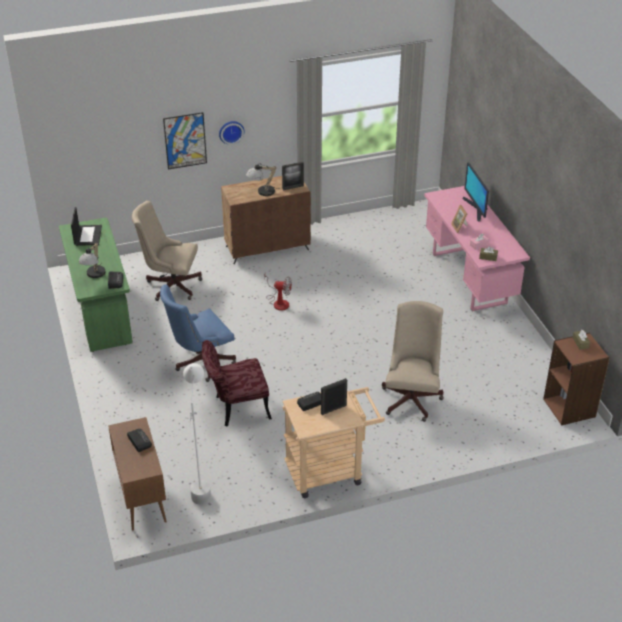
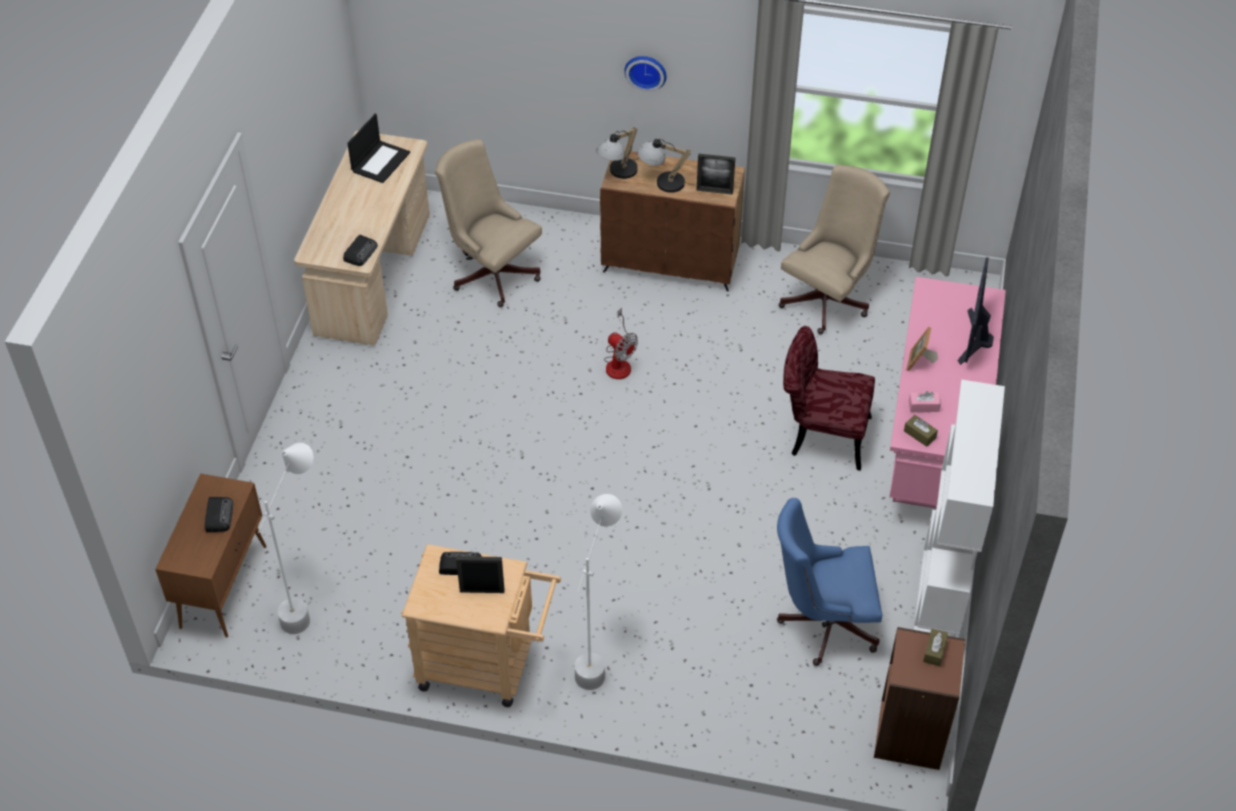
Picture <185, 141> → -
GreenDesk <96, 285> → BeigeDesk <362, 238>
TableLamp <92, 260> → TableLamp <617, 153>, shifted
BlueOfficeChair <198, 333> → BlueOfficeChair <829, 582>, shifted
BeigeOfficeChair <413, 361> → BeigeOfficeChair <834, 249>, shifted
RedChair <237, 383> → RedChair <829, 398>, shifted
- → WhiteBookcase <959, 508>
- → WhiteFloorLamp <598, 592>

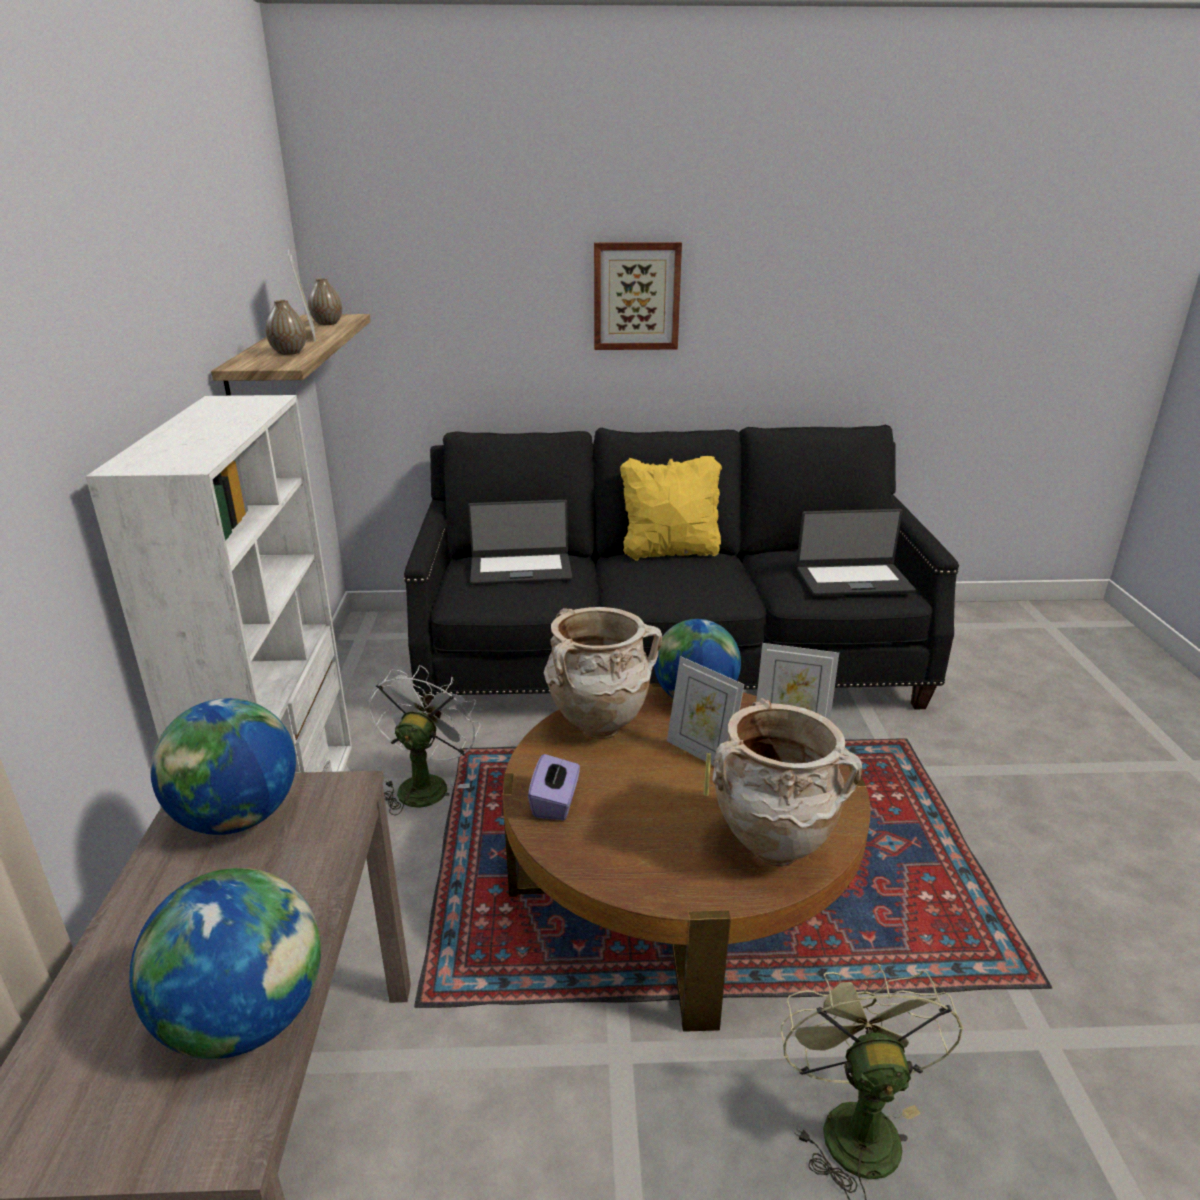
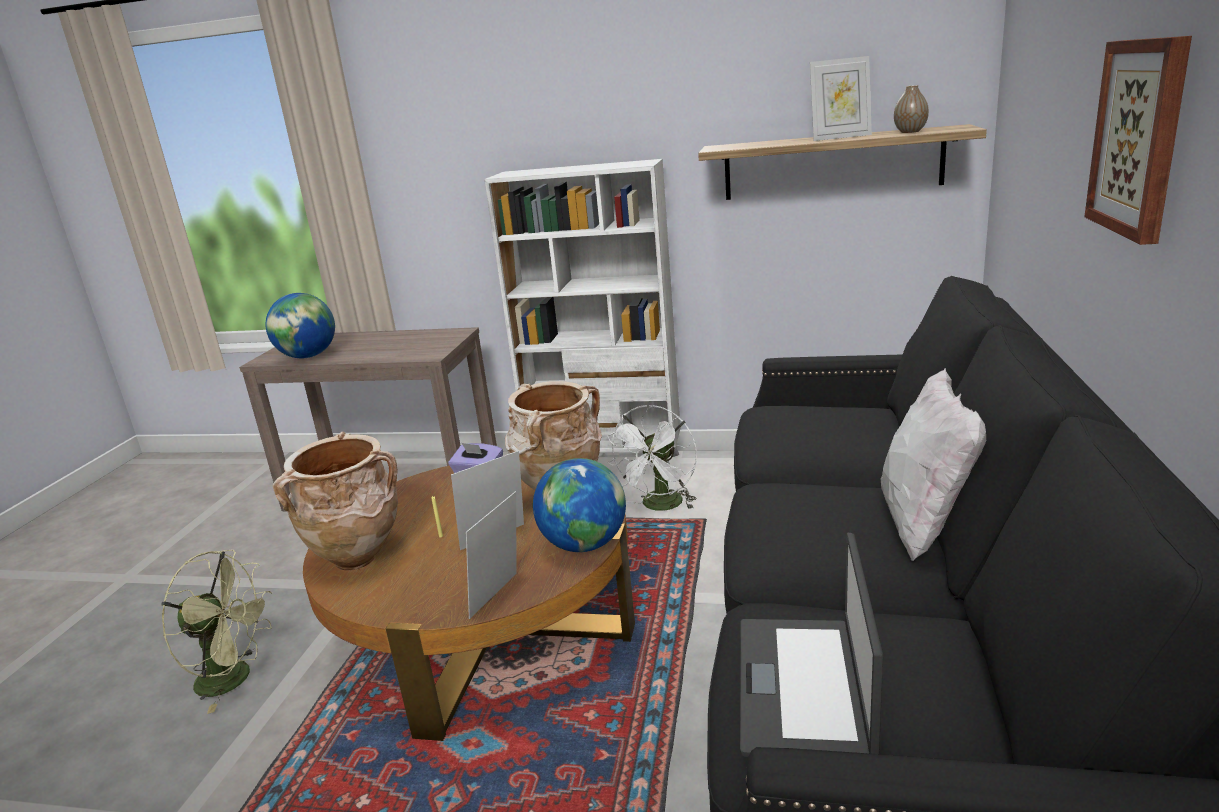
Vase <286, 327> → -
YellowPillow <671, 508> → WhitePillow <933, 464>
Laptop <520, 542> → -
WhiteFan <424, 740> → WhiteFan <652, 458>, 90 degrees clockwise
Globe <223, 766> → -

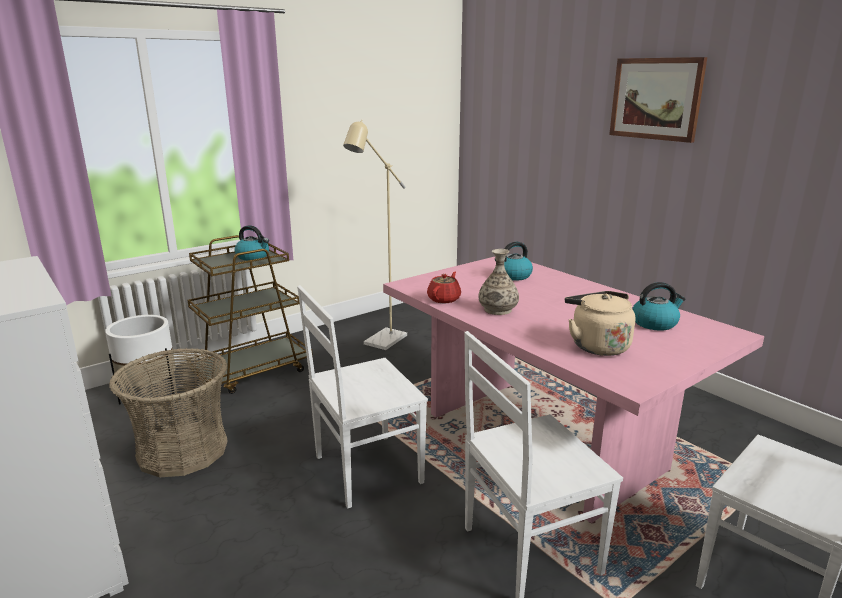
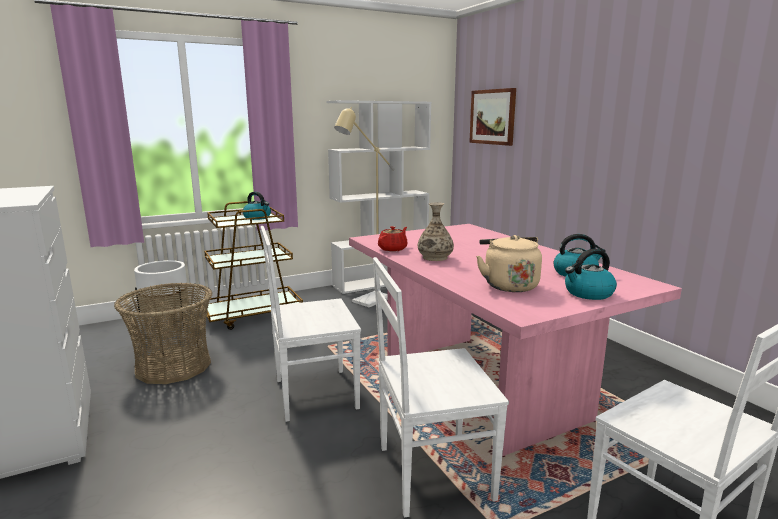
Picture <658, 100> → Picture <492, 117>, shifted
Kettle <514, 261> → Kettle <591, 274>, shifted
- → WhiteBookcase <378, 197>

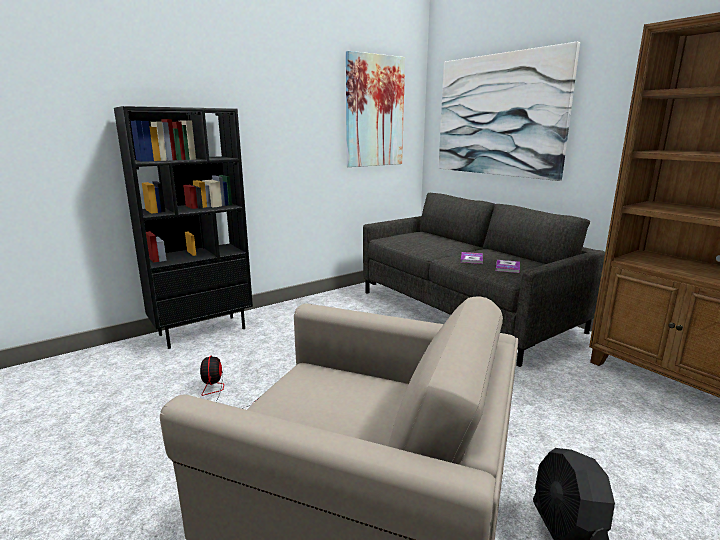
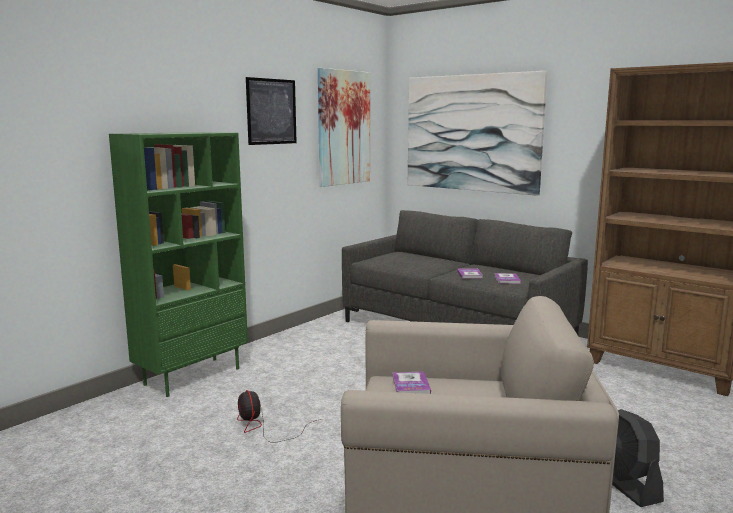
BlackBookcase <183, 227> → GreenBookcase <178, 264>
- → Picture <271, 111>
- → Book <411, 383>

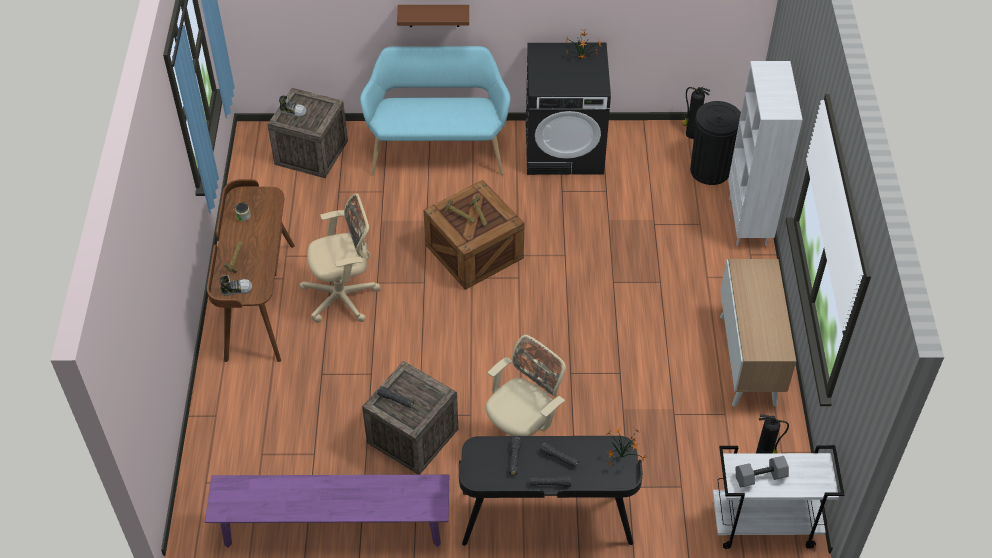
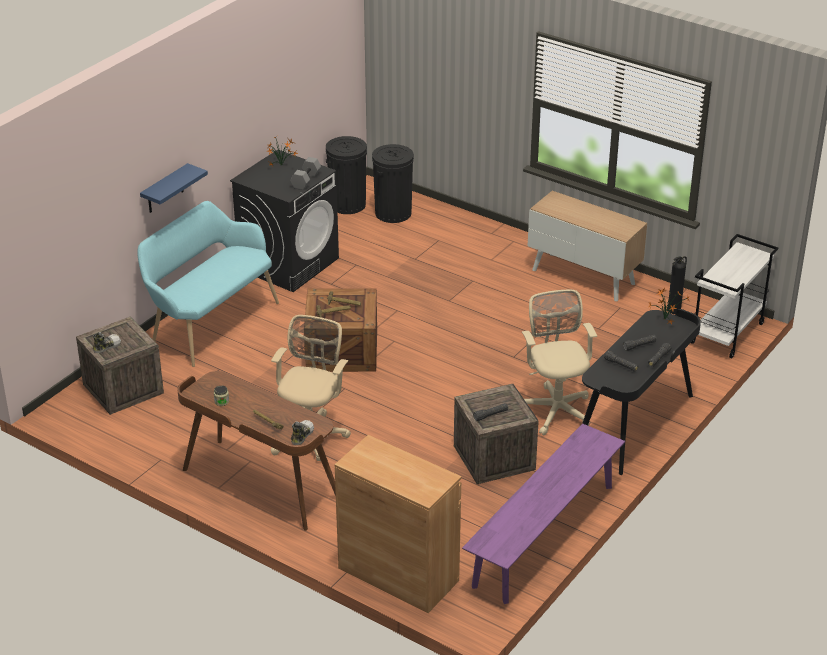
BrownShelf <433, 16> → BlueShelf <174, 188>
WhiteBookcase <765, 153> → -
FireExtinguisher <696, 112> → BlackTrashCan <346, 175>
GreyDumbbell <762, 471> → GreyDumbbell <305, 173>, shifted
- → BrownCabinet <398, 524>

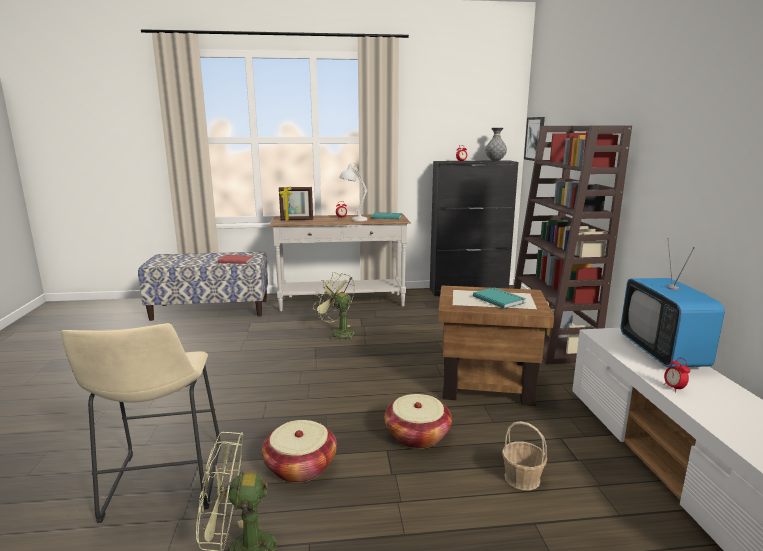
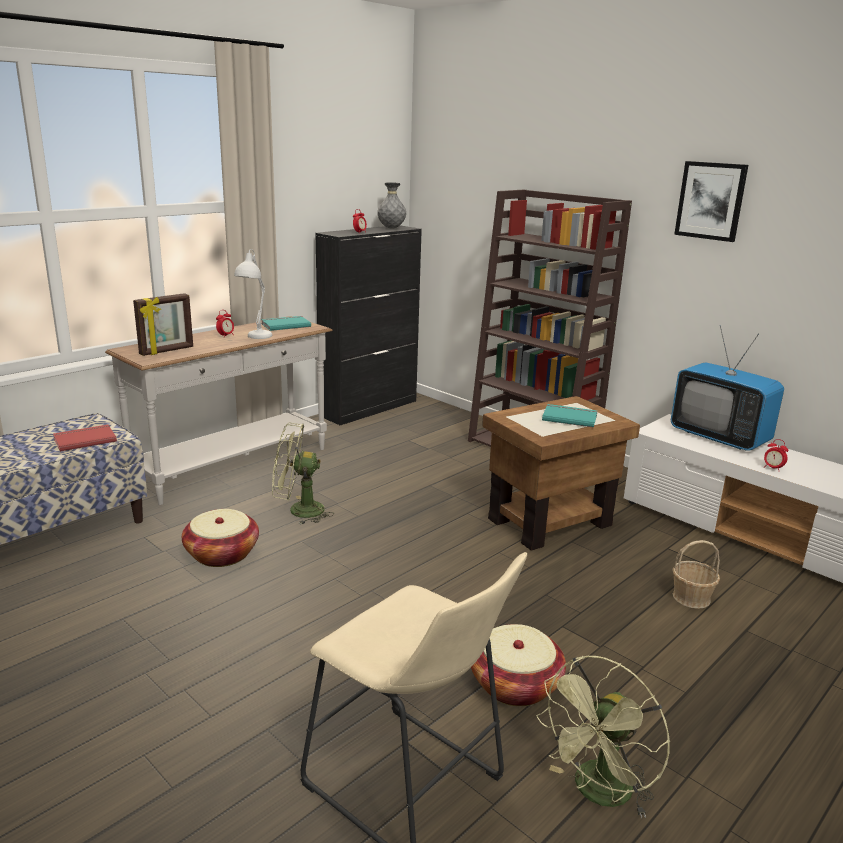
Picture <534, 139> → Picture <711, 201>, shifted
Basket <418, 421> → Basket <220, 538>, shifted

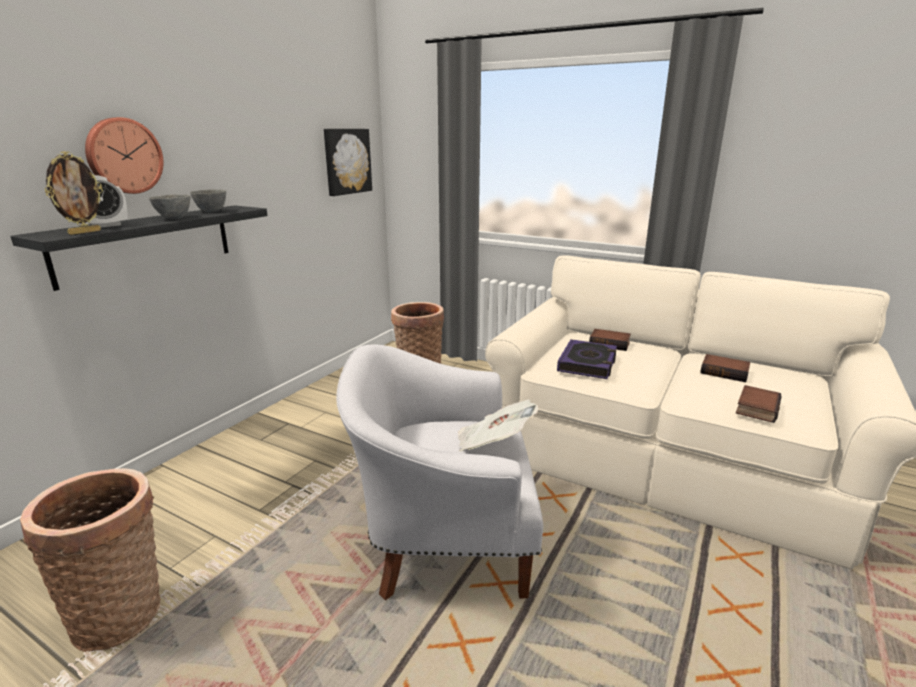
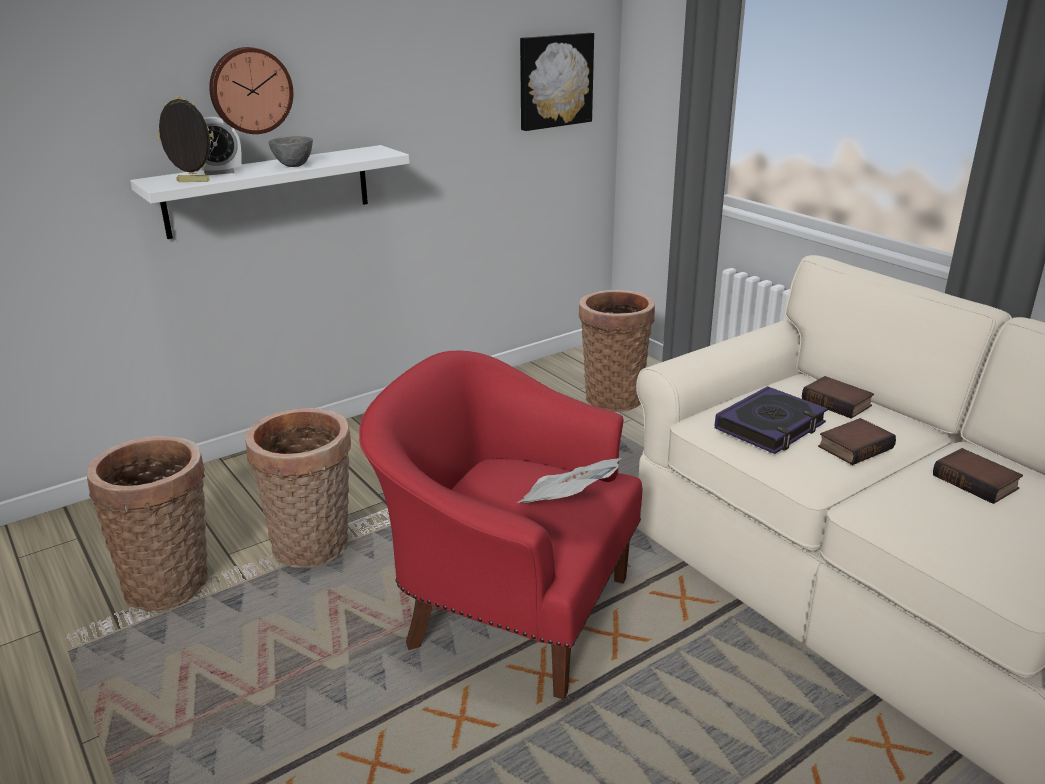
PictureFrame <74, 193> → PictureFrame <185, 138>, 150 degrees counterclockwise
GreyBowl <208, 200> → -
BlackShelf <139, 248> → WhiteShelf <270, 192>
WhiteArmchair <439, 472> → RedArmchair <500, 525>
Book <759, 404> → Book <857, 441>, shifted
- → Basket <298, 488>

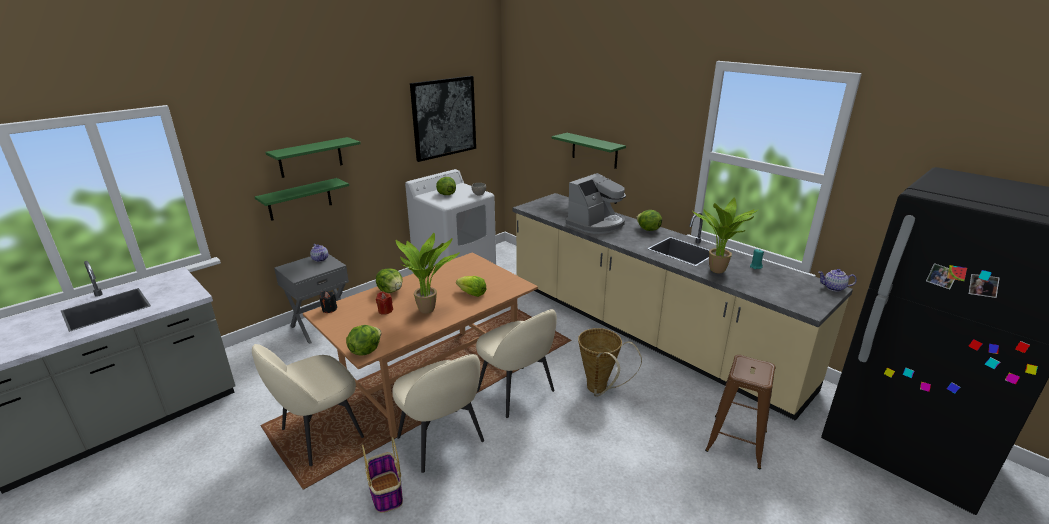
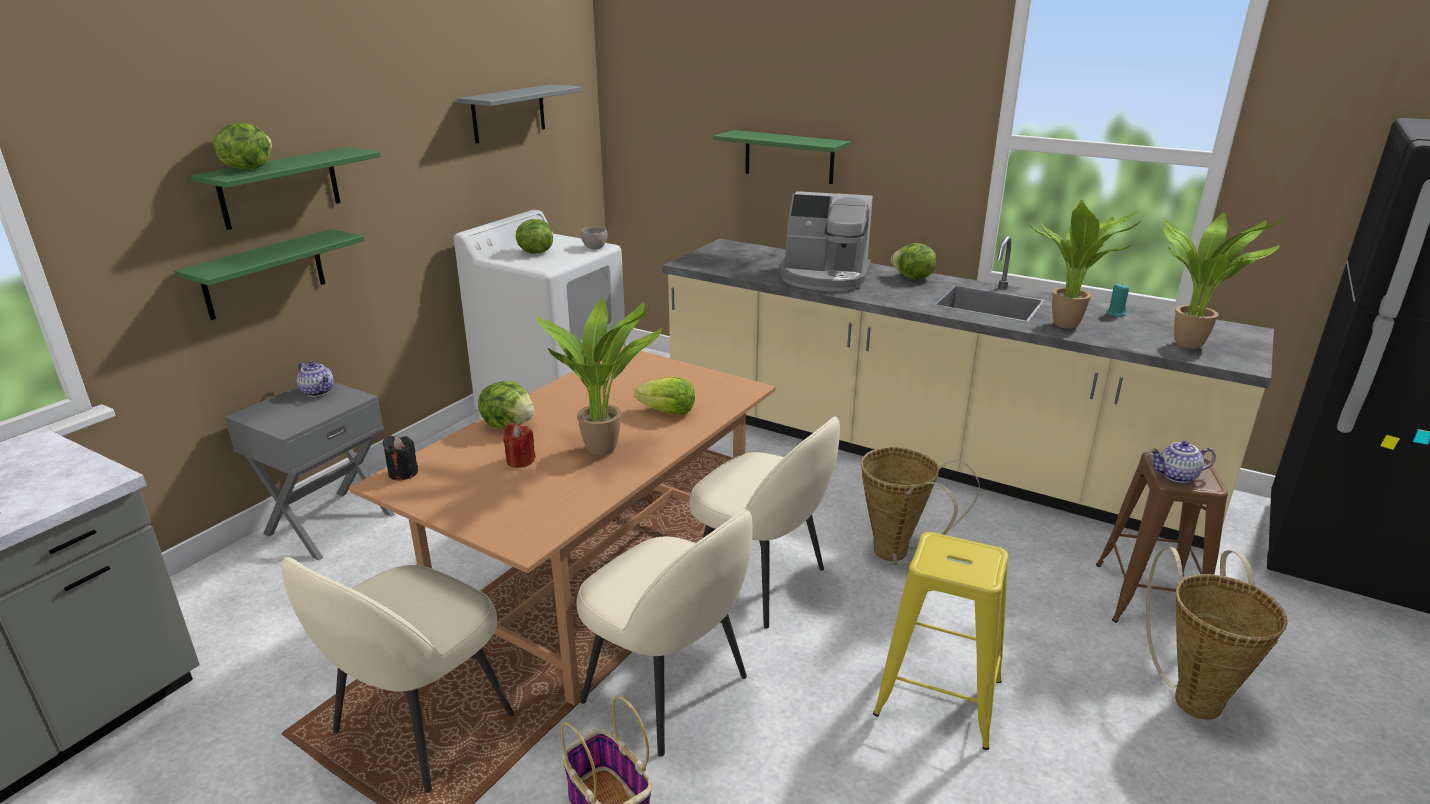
Picture <443, 119> → GreyShelf <520, 113>
CoffeeMachine <596, 203> → CoffeeMachine <826, 241>, 75 degrees clockwise
Teapot <837, 280> → Teapot <1183, 462>, shifted
Lettuce <363, 340> → Lettuce <242, 146>, shifted
- → PottedPlant <1224, 281>
- → YellowStool <941, 641>
- → Basket <1217, 633>

